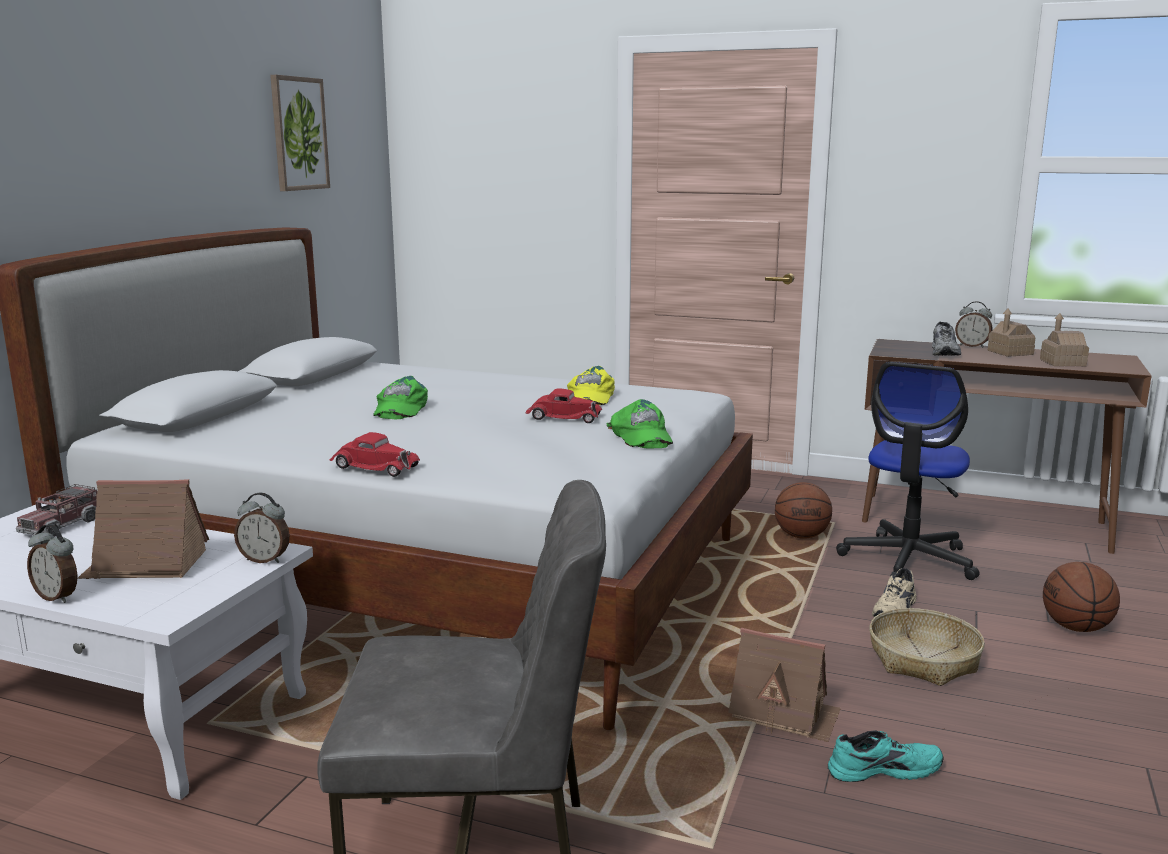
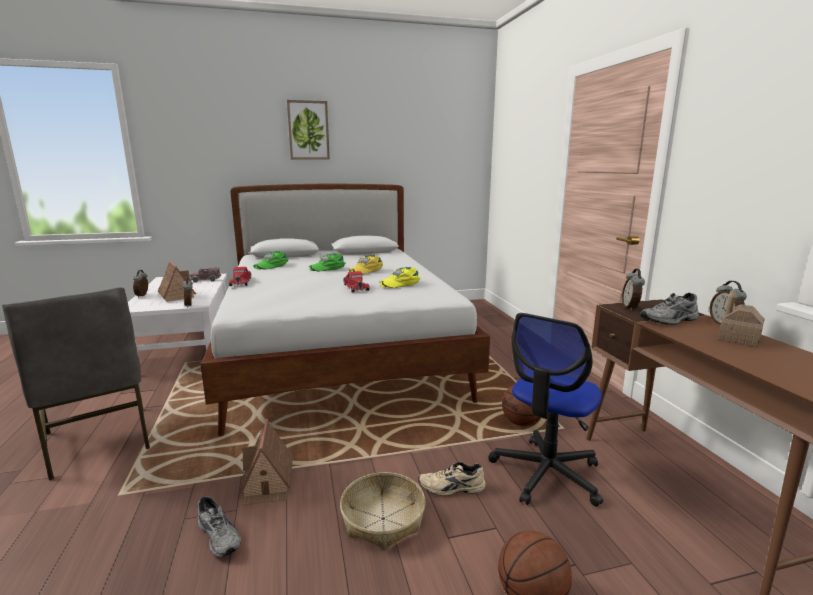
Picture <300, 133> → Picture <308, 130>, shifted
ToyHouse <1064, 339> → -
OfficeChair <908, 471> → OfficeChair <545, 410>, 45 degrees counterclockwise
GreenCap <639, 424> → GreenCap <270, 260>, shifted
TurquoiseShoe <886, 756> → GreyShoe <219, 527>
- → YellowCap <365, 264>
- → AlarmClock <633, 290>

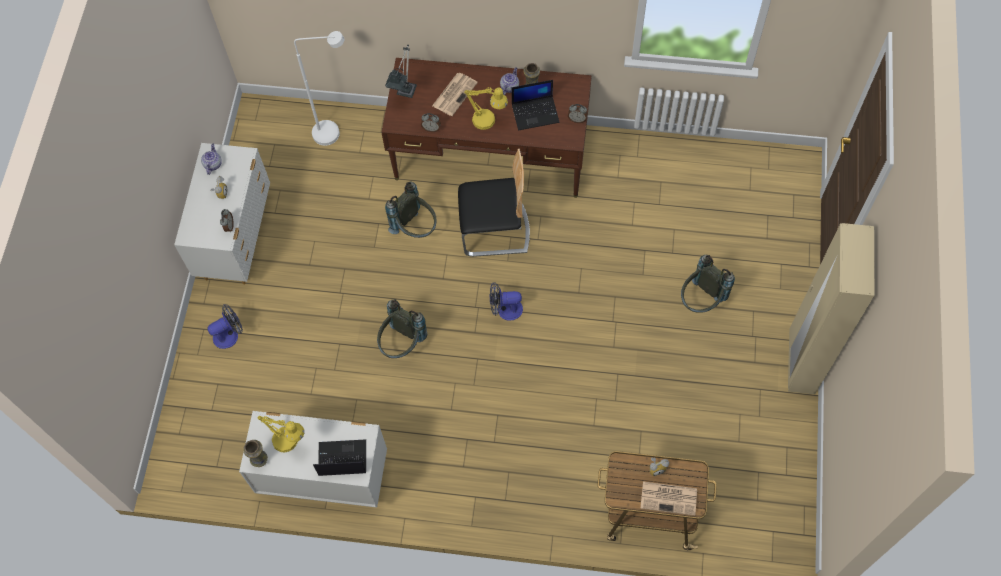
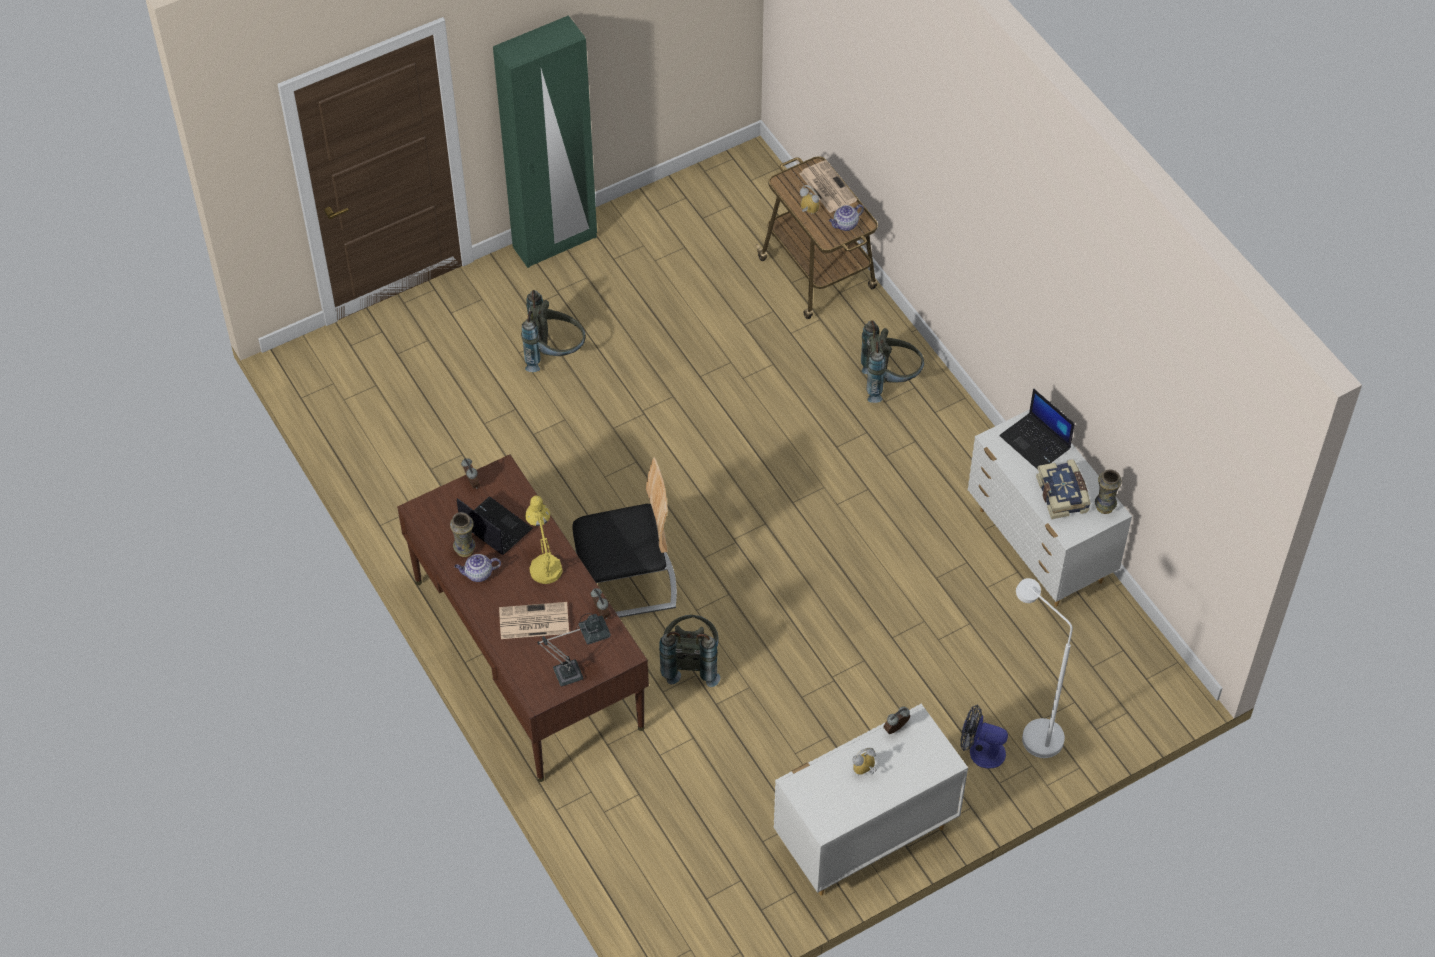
WhiteFloorLamp <319, 88> → WhiteFloorLamp <1044, 668>, shifted
Teapot <211, 159> → Teapot <846, 217>, shifted
Chair <494, 203> → Chair <624, 537>, 120 degrees clockwise
BeigeWardrobe <831, 308> → GreenWardrobe <545, 141>
Fan <506, 301> → -
GreyBackpack <402, 328> → GreyBackpack <892, 361>, shifted
YellowTableLamp <280, 434> → Book <1063, 489>

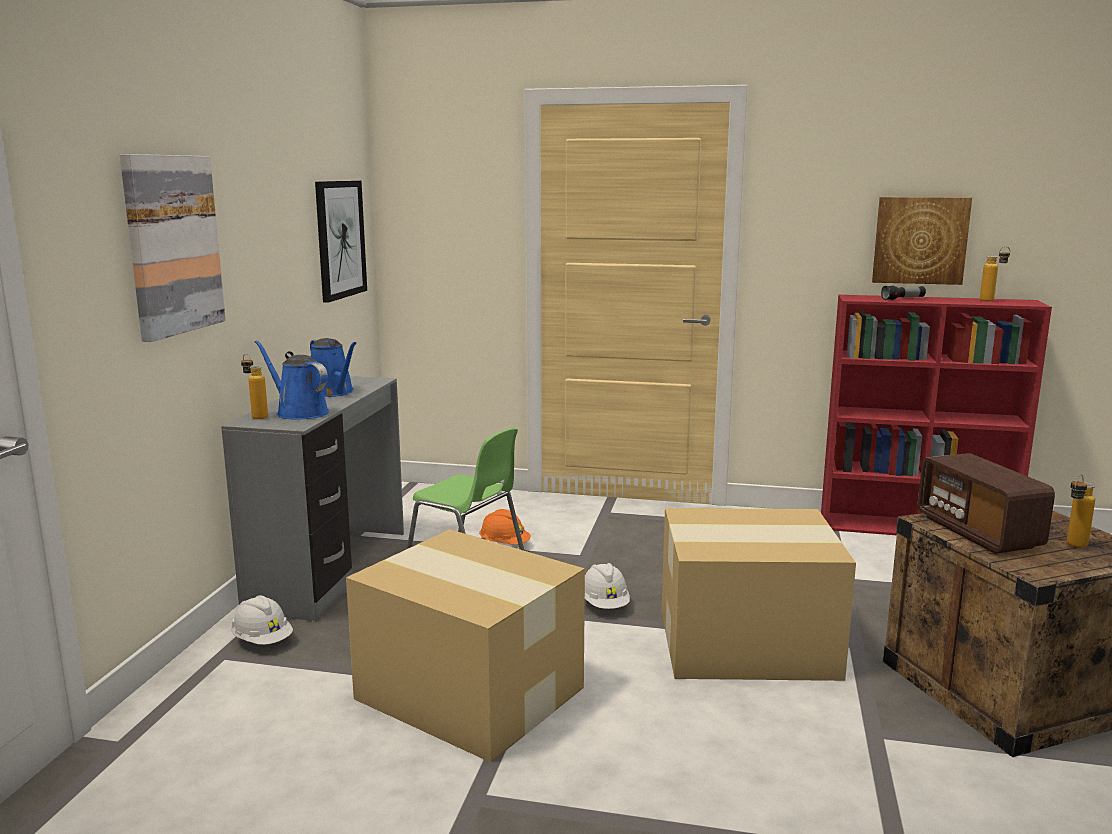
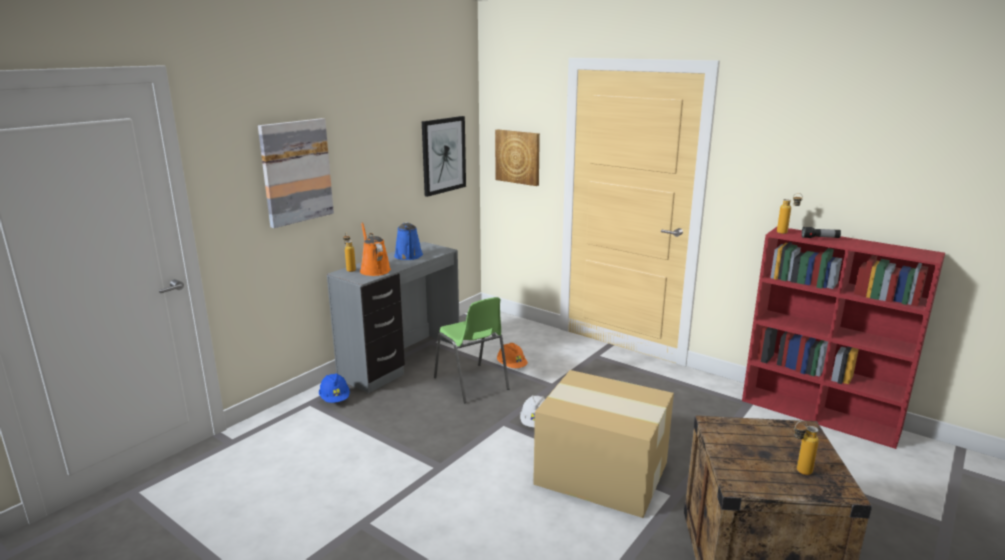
Picture <922, 241> → Picture <517, 158>, shifted
Bottle <995, 273> → Bottle <790, 213>, shifted
BlueWateringCan <292, 379> → OrangeWateringCan <375, 249>
Radio <986, 503> → -
CardboardBox <465, 645> → -
WhiteHardHat <262, 620> → BlueHardHat <334, 388>

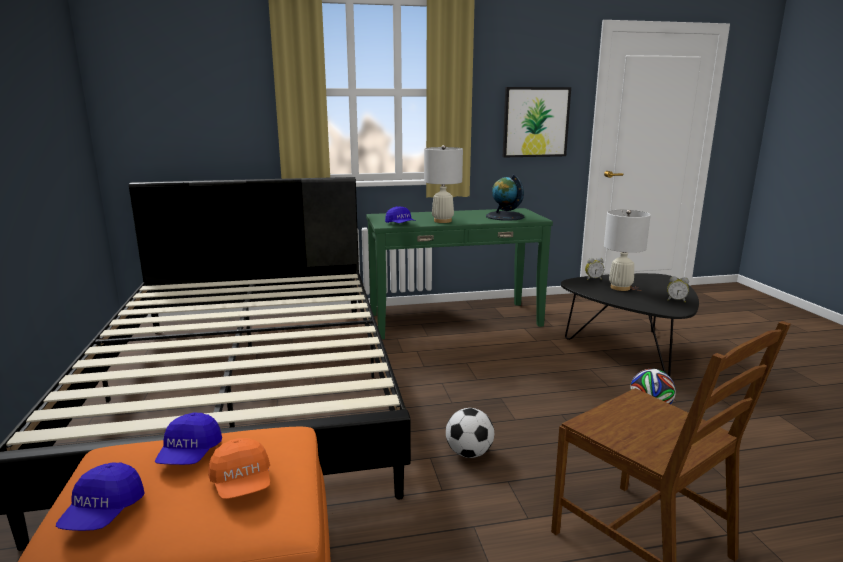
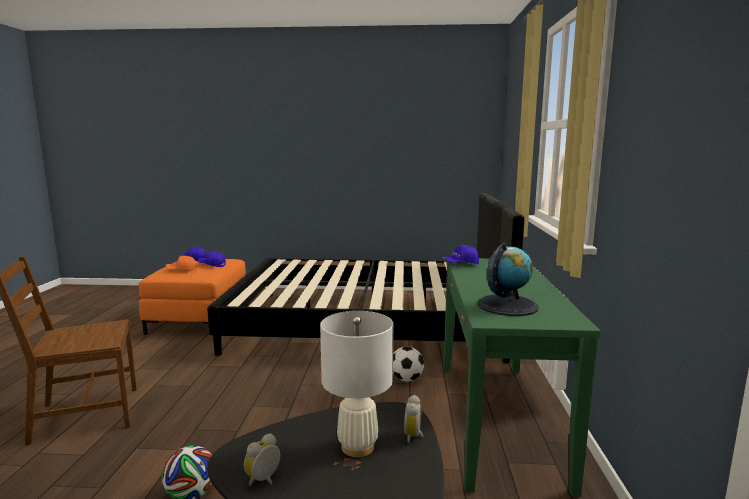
Picture <537, 122> → -
WhiteTableLamp <443, 184> → -
Football <470, 433> → Football <408, 363>, shifted

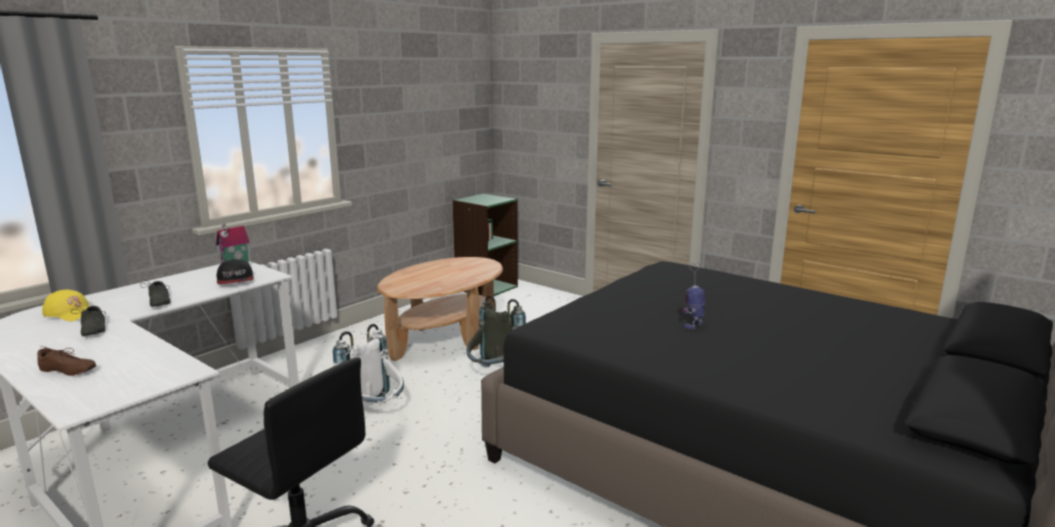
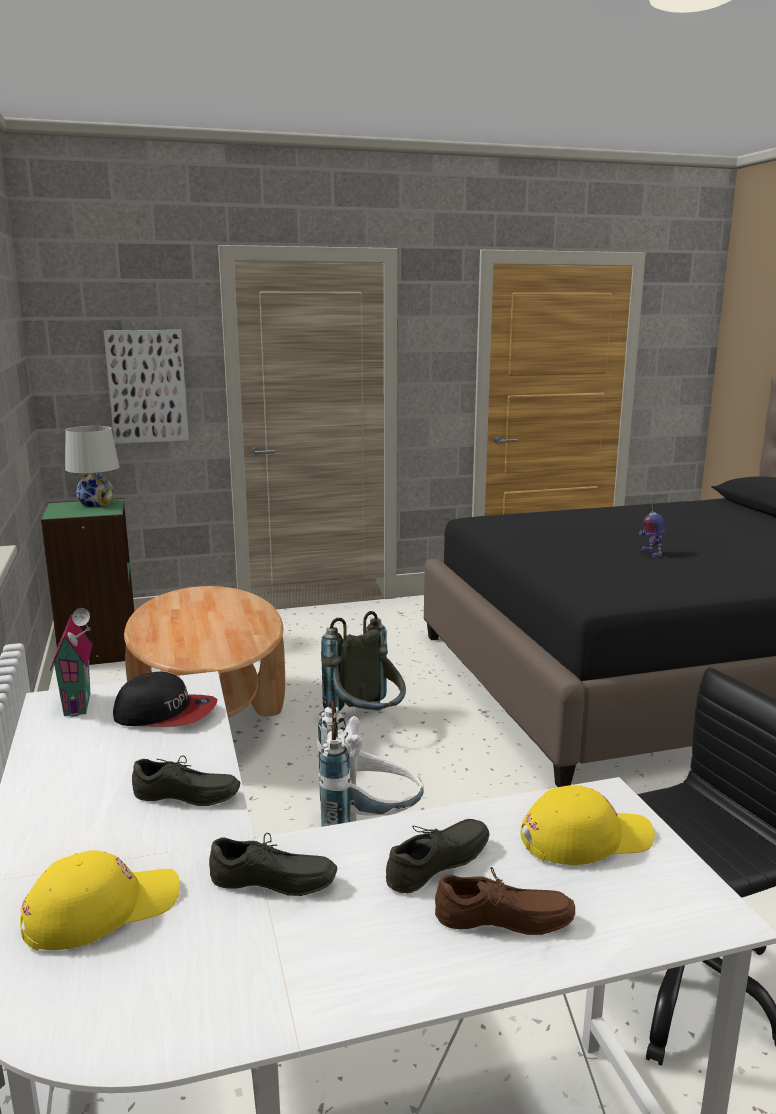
BrownShoe <66, 361> → BrownShoe <505, 901>, 45 degrees clockwise
- → Picture <146, 387>
- → WhiteTableLamp <92, 466>
- → YellowCap <587, 825>
- → GreyShoe <437, 856>

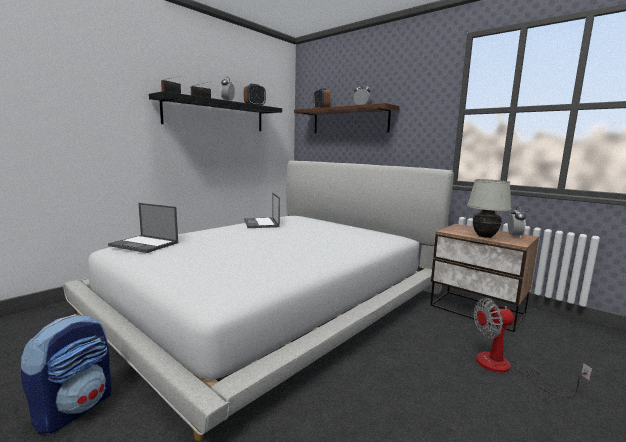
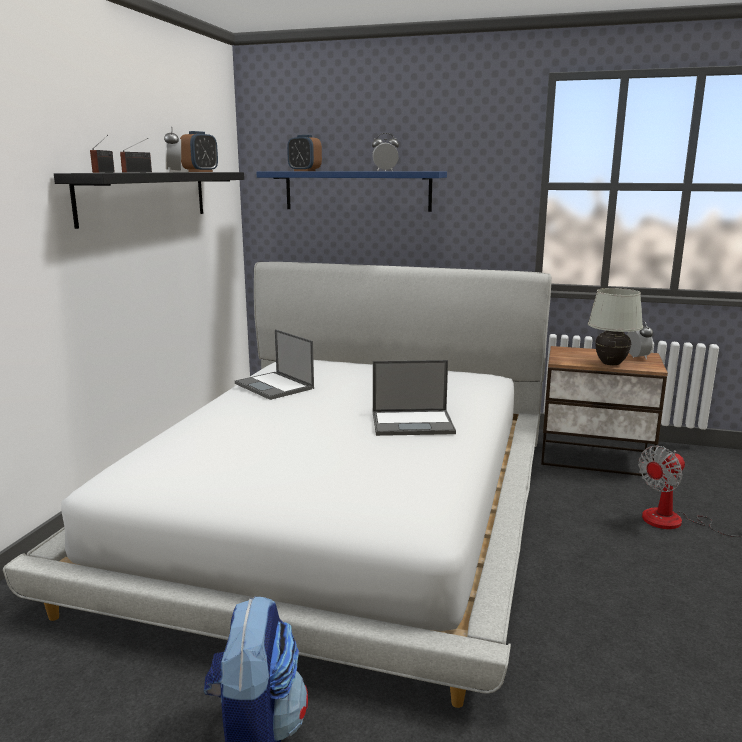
BrownShelf <347, 118> → BlueShelf <351, 191>
Laptop <143, 228> → Laptop <414, 398>, shifted

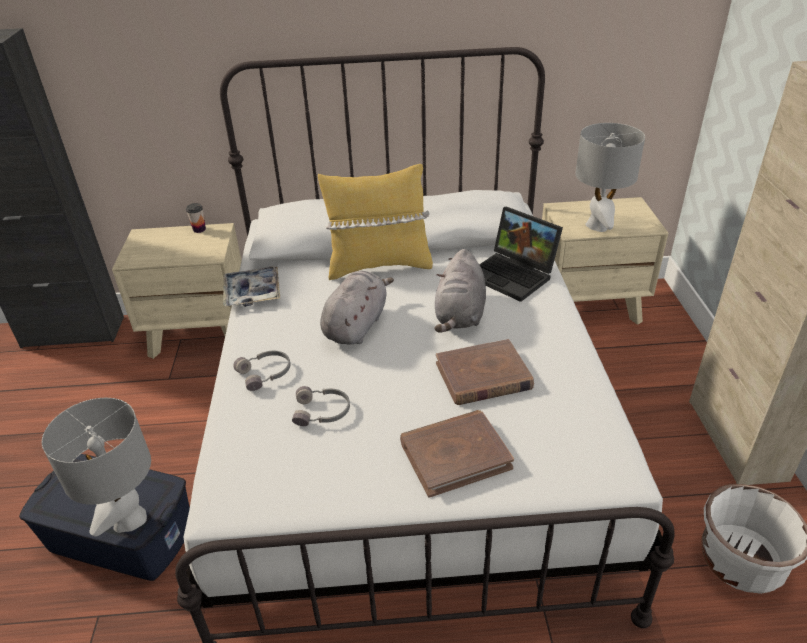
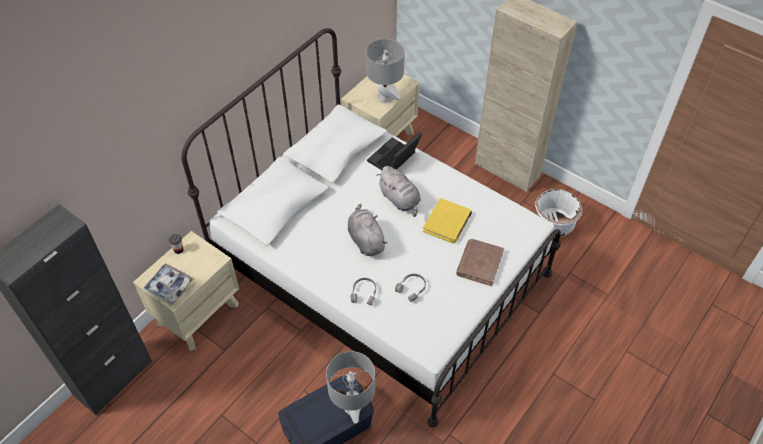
YellowPillow <375, 222> → -
Laptop <521, 254> → Laptop <394, 151>, 135 degrees clockwise
Tray <251, 286> → Tray <168, 284>, shifted
BrownBook <485, 372> → YellowBook <447, 220>

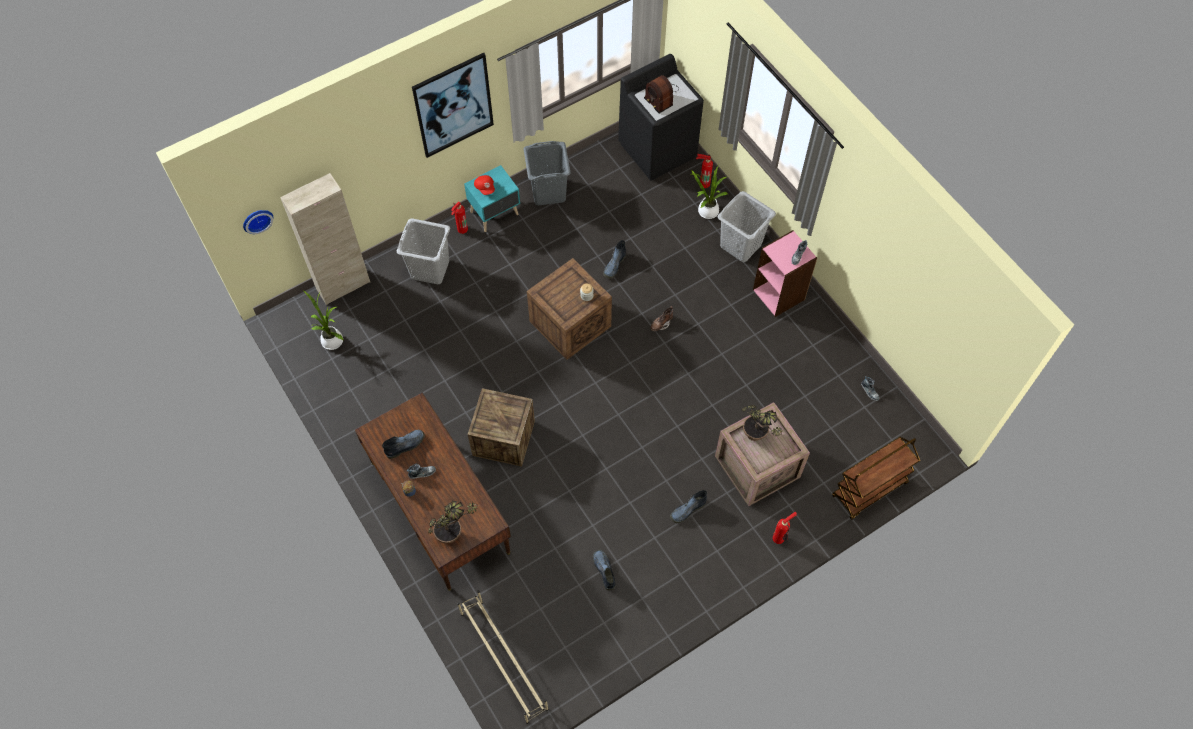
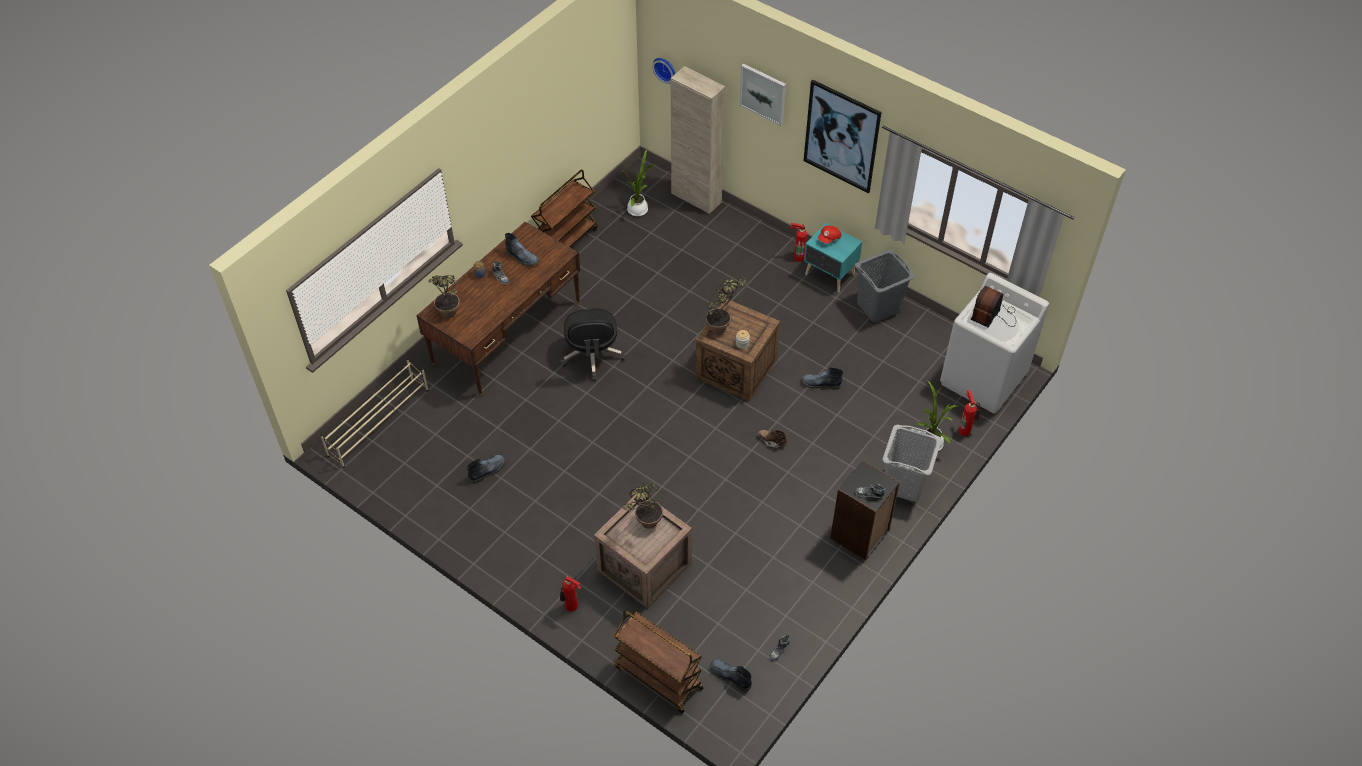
BlackWashingMachine <661, 117> → WhiteWashingMachine <994, 343>
GreyLaundryBasket <423, 251> → -
PinkBookcase <785, 273> → BlackBookcase <865, 510>
Crate <501, 427> → BlackOfficeChair <593, 345>
Boot <688, 506> → Boot <731, 675>, shifted
- → Picture <762, 95>
- → BrownCart <564, 208>
- → PottedPlant <726, 305>

